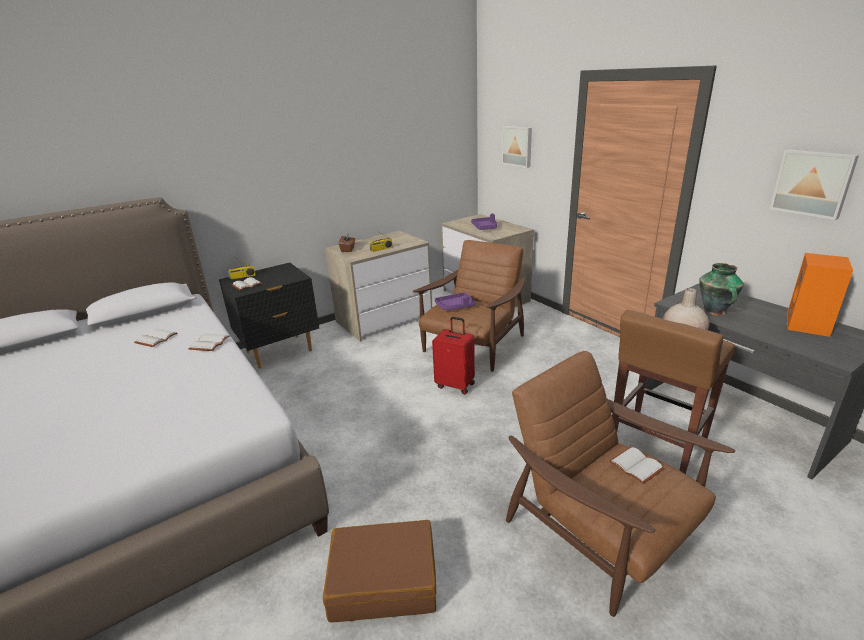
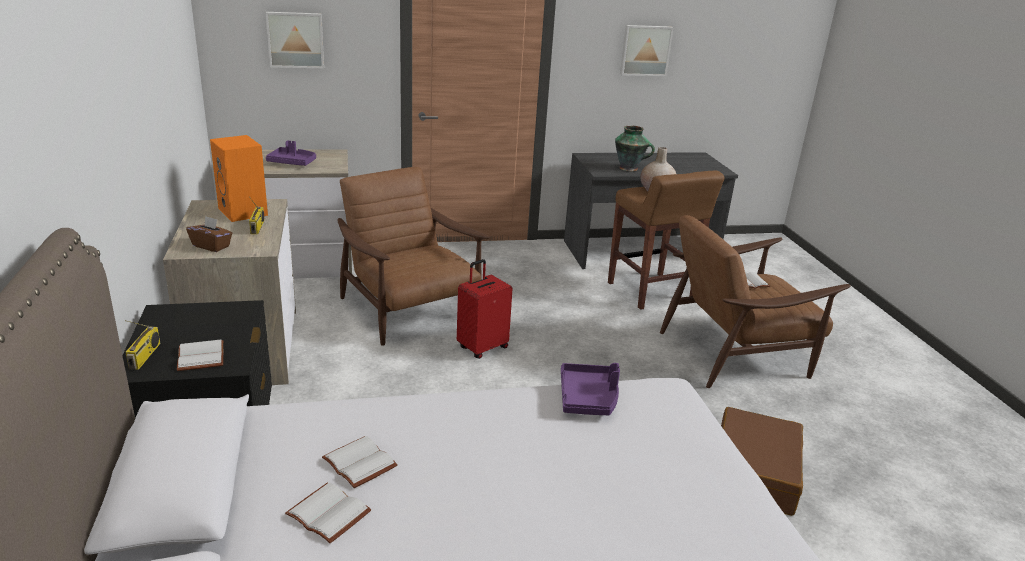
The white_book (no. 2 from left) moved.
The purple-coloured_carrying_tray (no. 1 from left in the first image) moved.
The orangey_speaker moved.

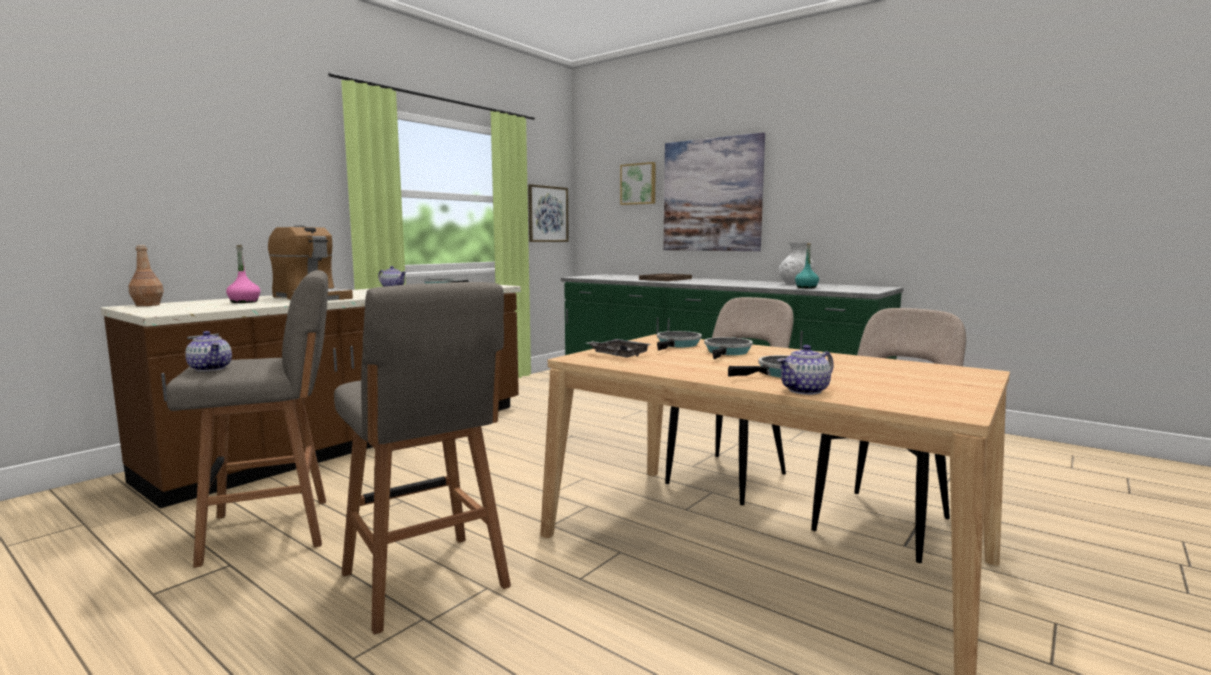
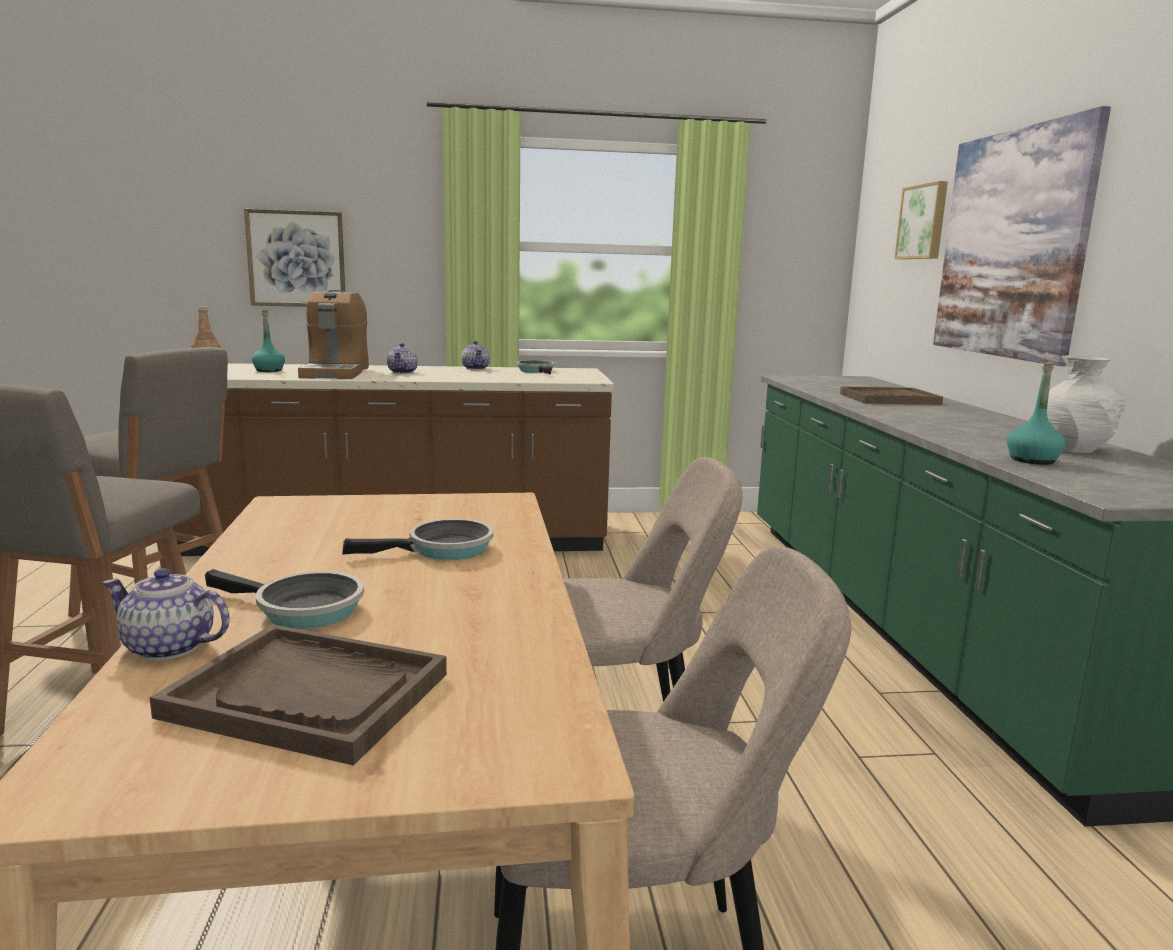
The pot_for_tea (no. 1 from left in the first image) moved.
The pink_beverage_bottle became the turquoise_beverage_bottle (no. 1 from left).
The wall_picture (no. 1 from left) moved.
The grey_carrying_tray disappeared.
The frying_pan (no. 2 from left) disappeared.
The brown-coloured_carrying_tray (no. 1 from left) appeared.

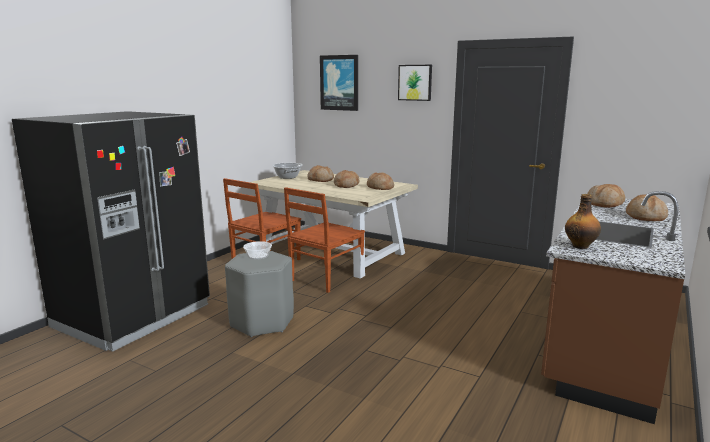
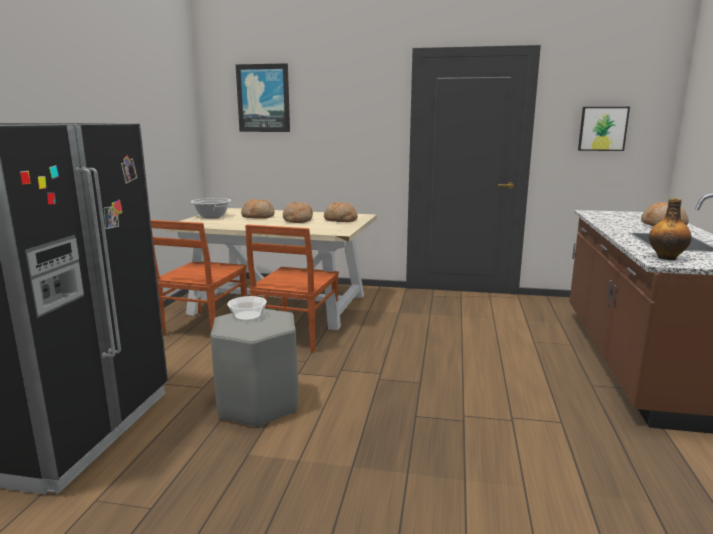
The wall_picture (no. 2 from left) moved.
The bakery_bread (no. 4 from left) disappeared.

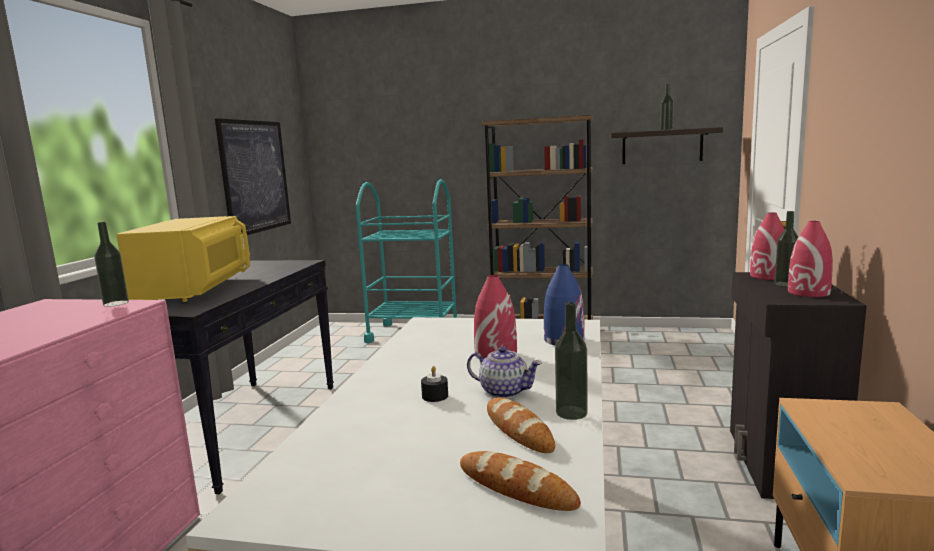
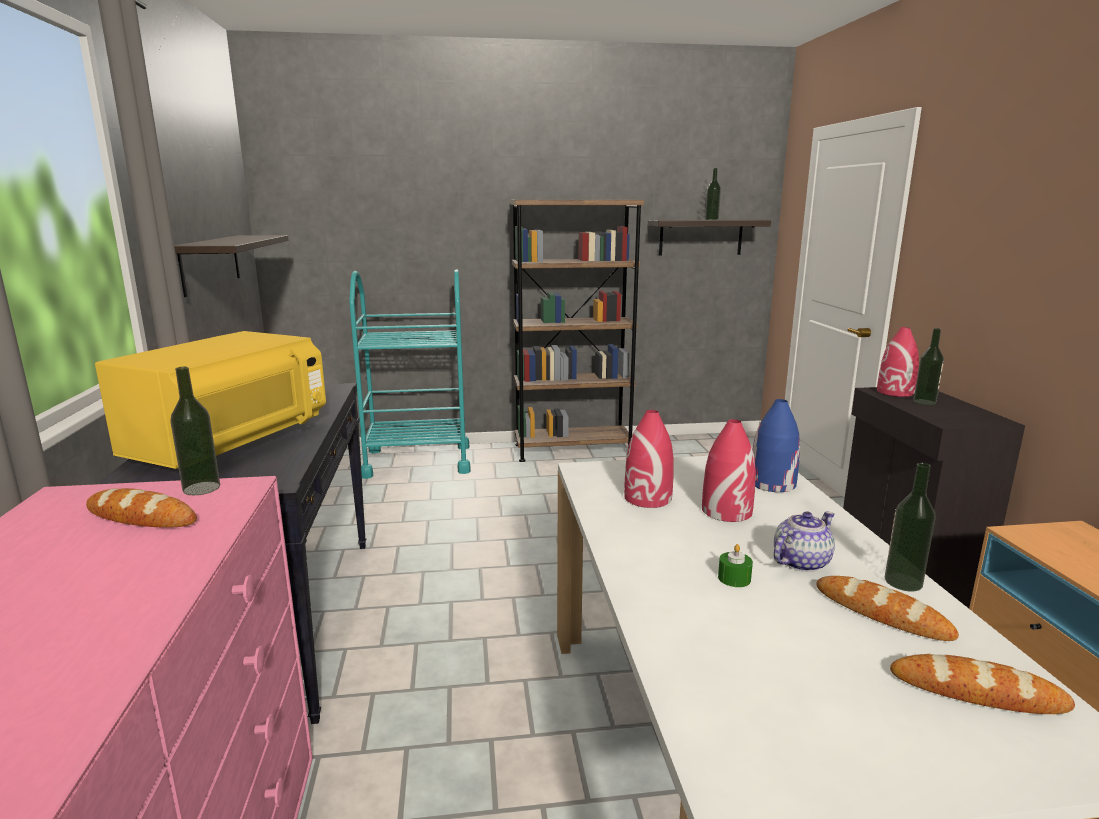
The yellow_microwave_oven turned 45 degrees clockwise.
The wall_picture was replaced by the wall_shelf (no. 1 from left).
The blackish_wax_candle became the greenish_wax_candle.
The pot_for_tea turned 45 degrees counterclockwise.
The reddish_vase (no. 3 from left in the first image) moved.
The bakery_bread (no. 1 from left) appeared.

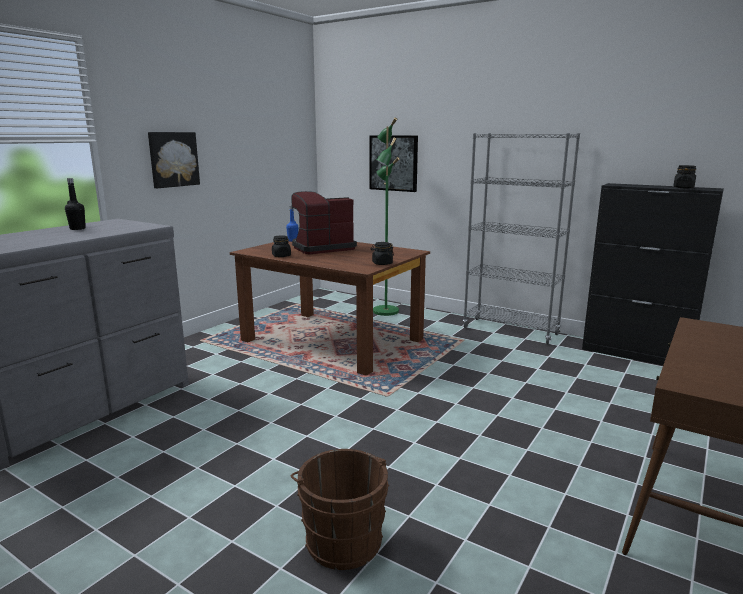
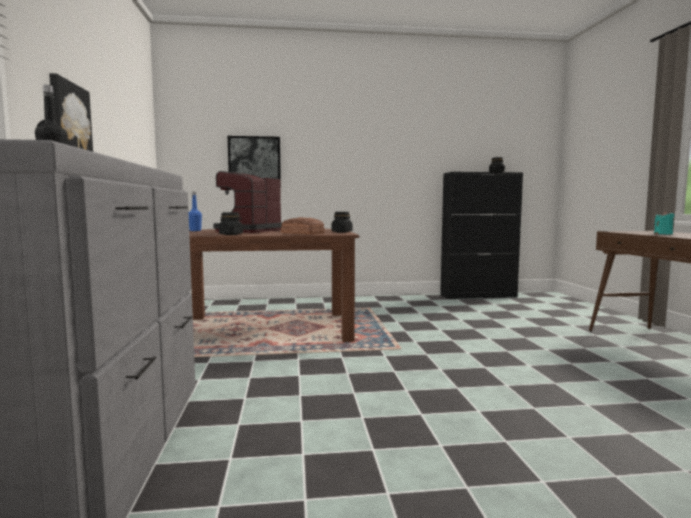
The brown-coloured_pail disappeared.
The greenish_standard_lamp disappeared.
The grey_shelving_unit disappeared.
The bakery_bread appeared.
The turquoise_wax_candle appeared.

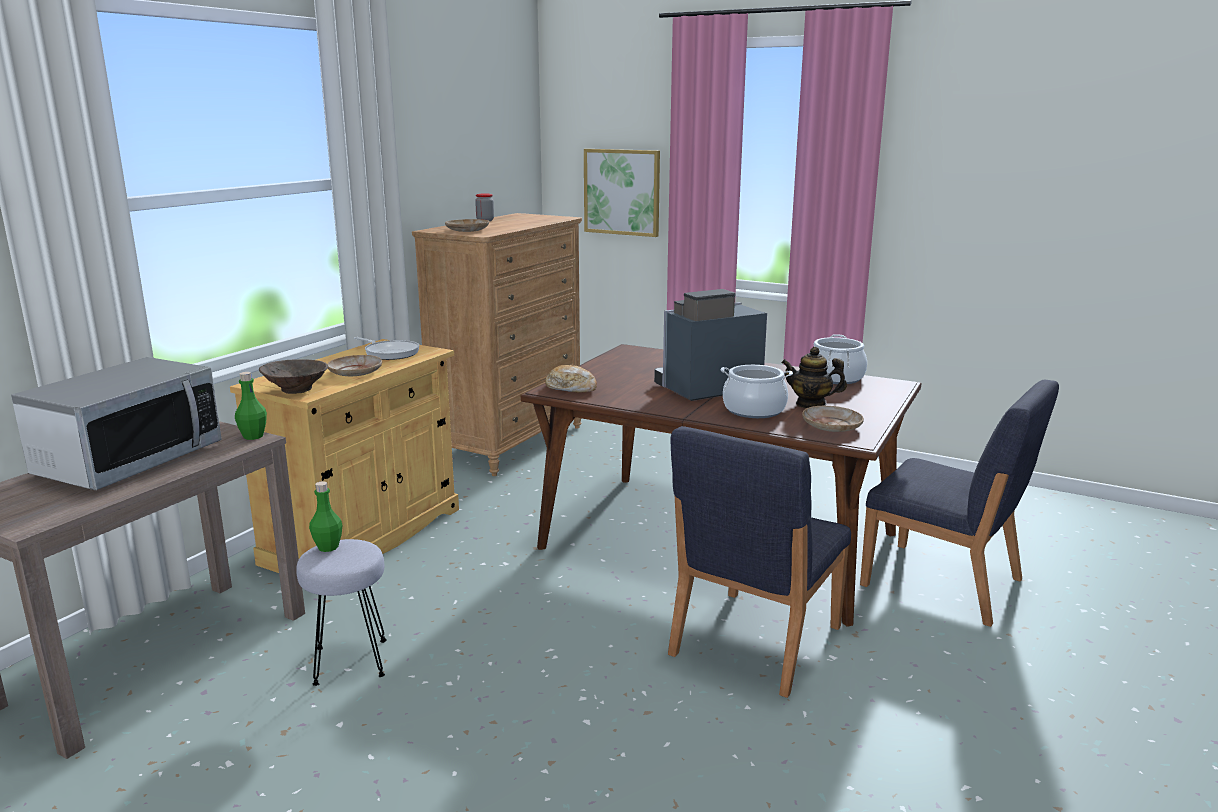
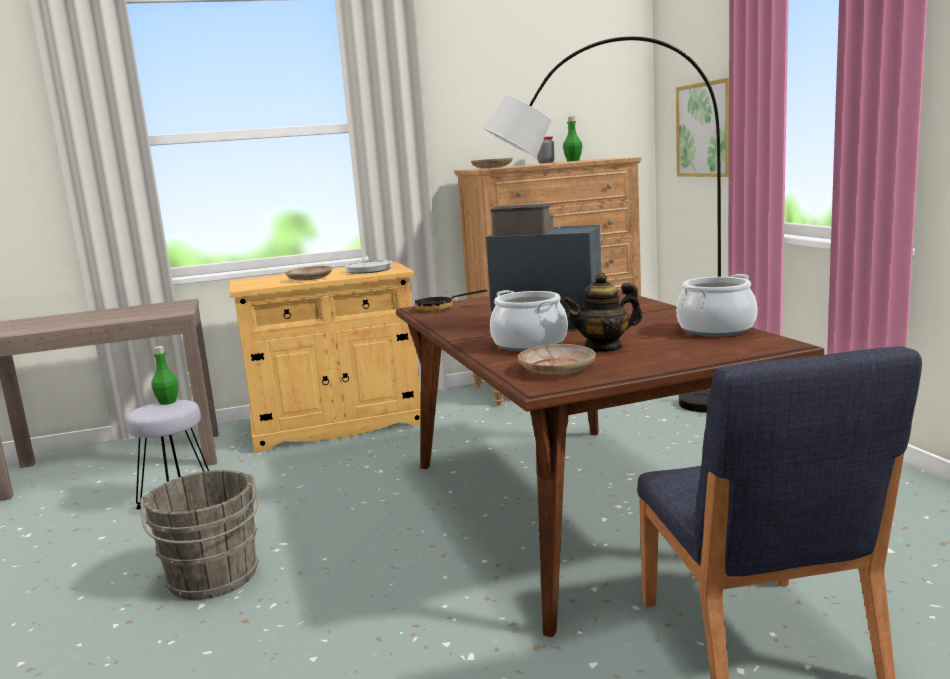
The microwave_oven disappeared.
The greenish_beverage_bottle (no. 1 from left in the first image) moved.
The brown-coloured_serving_bowl disappeared.
The bakery_bread was replaced by the frying_pan (no. 2 from left).
The blue-coloured_plain_chair (no. 1 from left) disappeared.
The pot_for_tea turned 75 degrees counterclockwise.
The grey_pail appeared.
The grey_standard_lamp appeared.

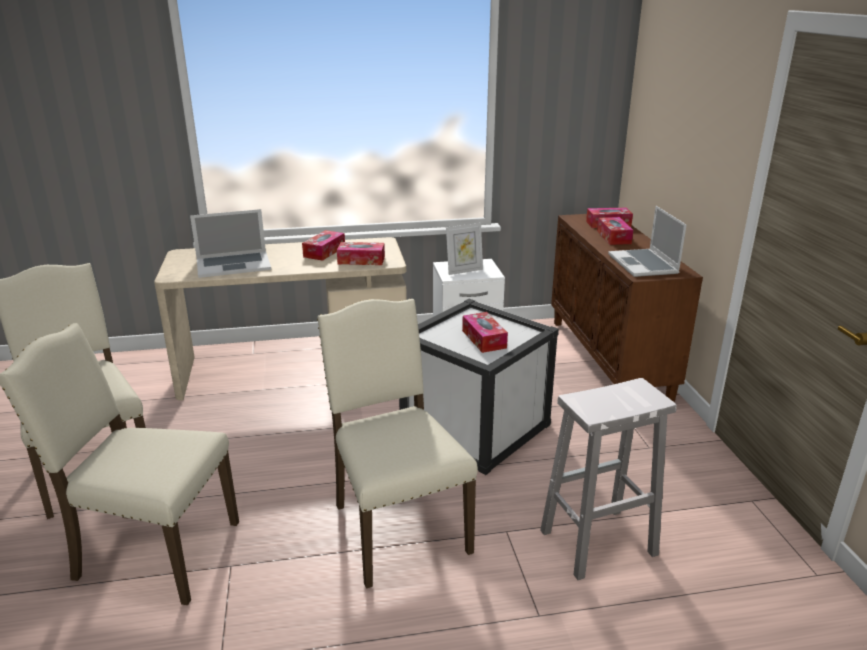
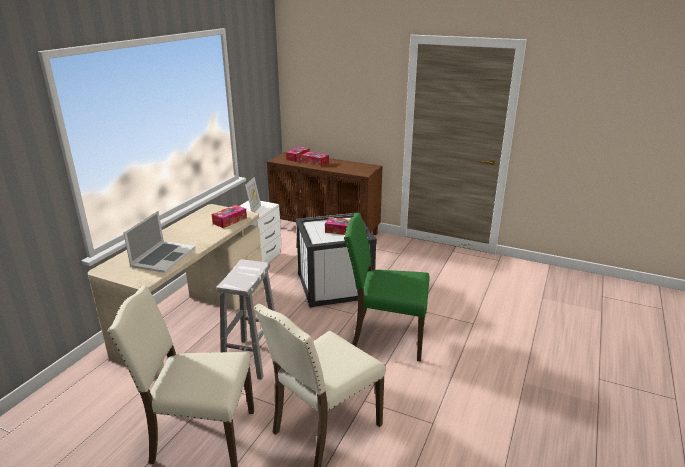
The tissue_holder (no. 1 from left) disappeared.
The beige-coloured_plain_chair (no. 3 from left) became the greenish_plain_chair.
The white_stool moved.
The notebook_computer (no. 2 from left) disappeared.

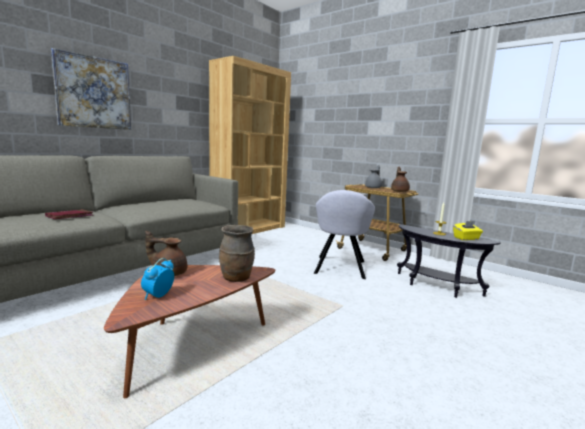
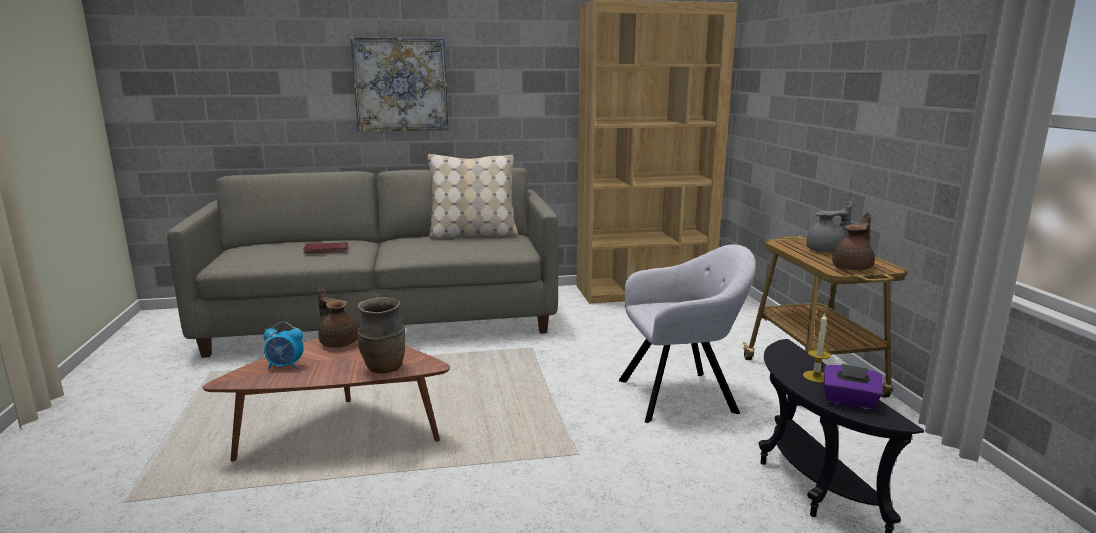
The alarm_clock turned 150 degrees counterclockwise.
The grey_lounge_chair turned 150 degrees counterclockwise.
The yellow_tissue_holder became the purple-coloured_tissue_holder.
The beige-coloured_cushion appeared.

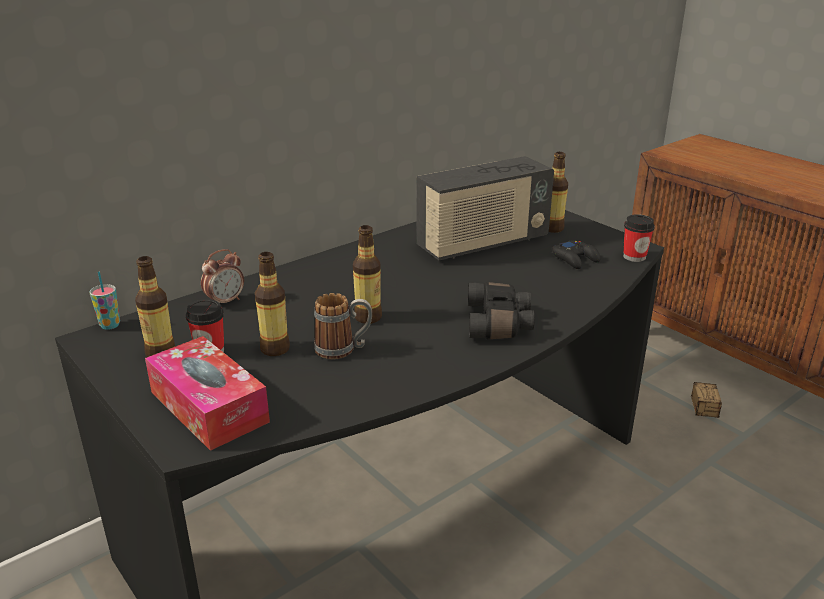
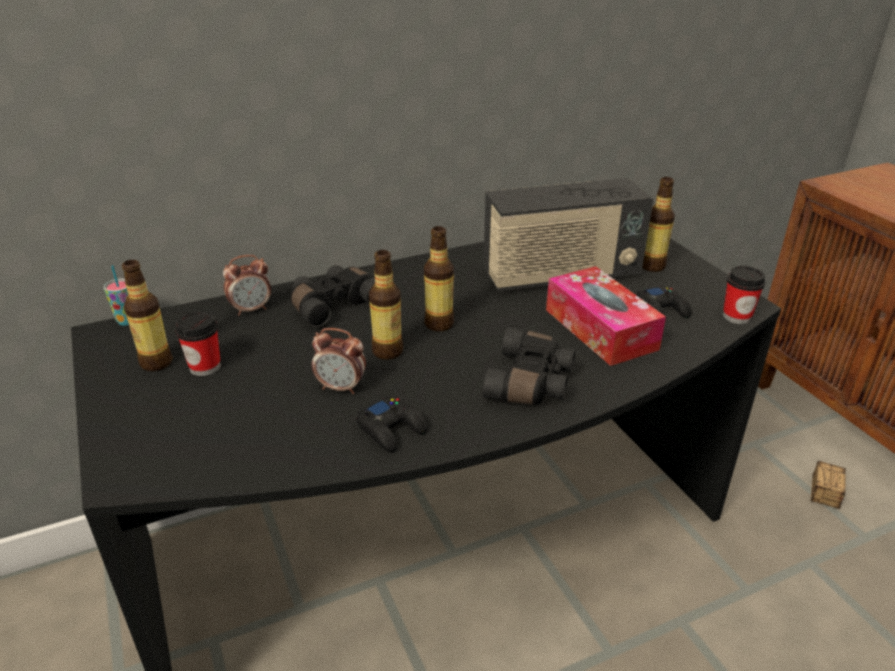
The tissue_holder moved.
The beverage_bottle (no. 2 from left in the first image) moved.
The tea_mug was replaced by the alarm_clock (no. 2 from left).
The blackish_pair_of_binoculars (no. 1 from left) appeared.
The blackish_joypad (no. 1 from left) appeared.

